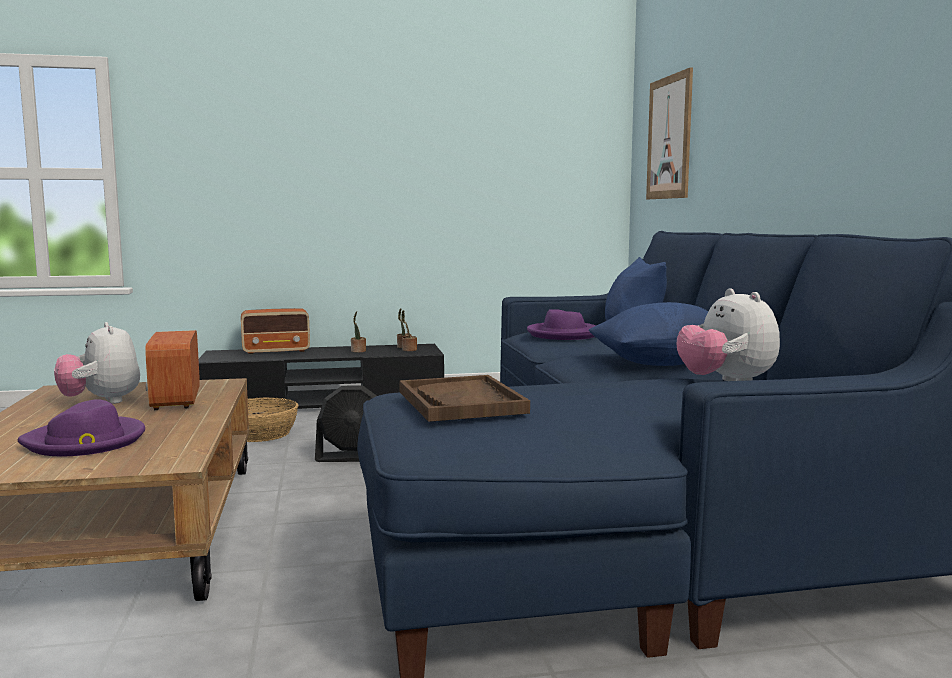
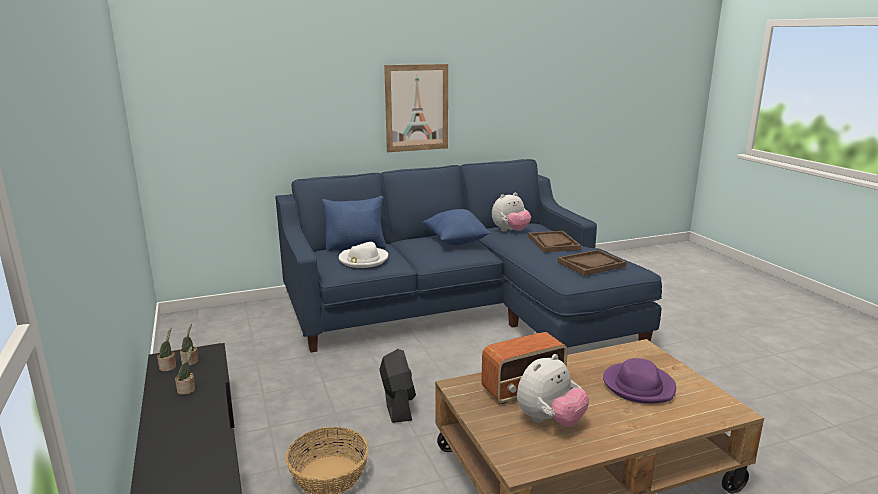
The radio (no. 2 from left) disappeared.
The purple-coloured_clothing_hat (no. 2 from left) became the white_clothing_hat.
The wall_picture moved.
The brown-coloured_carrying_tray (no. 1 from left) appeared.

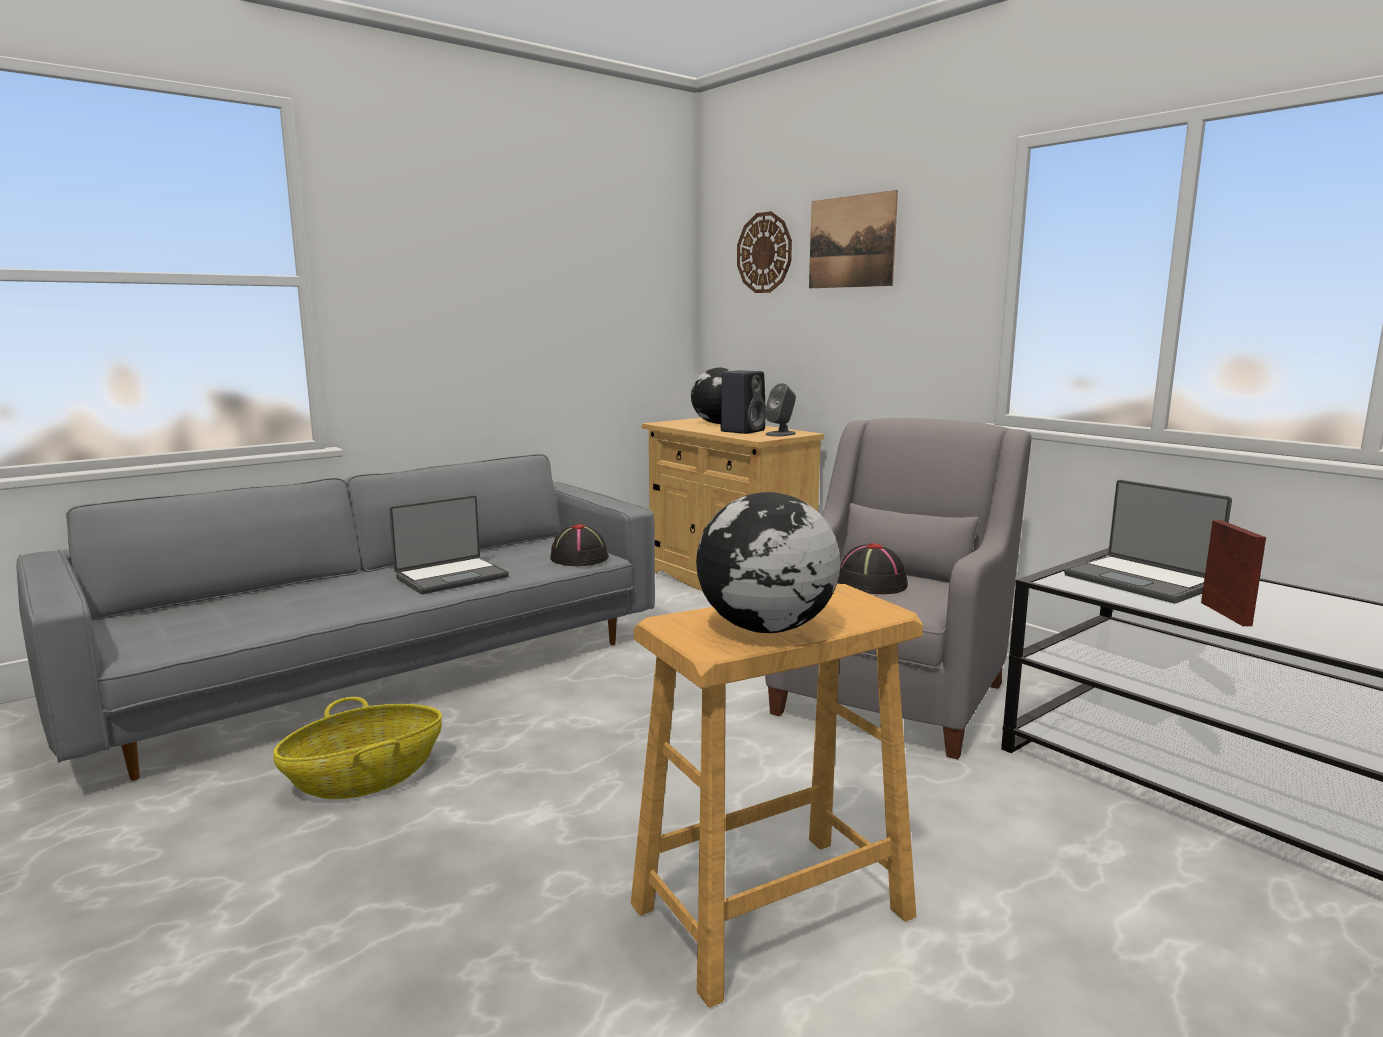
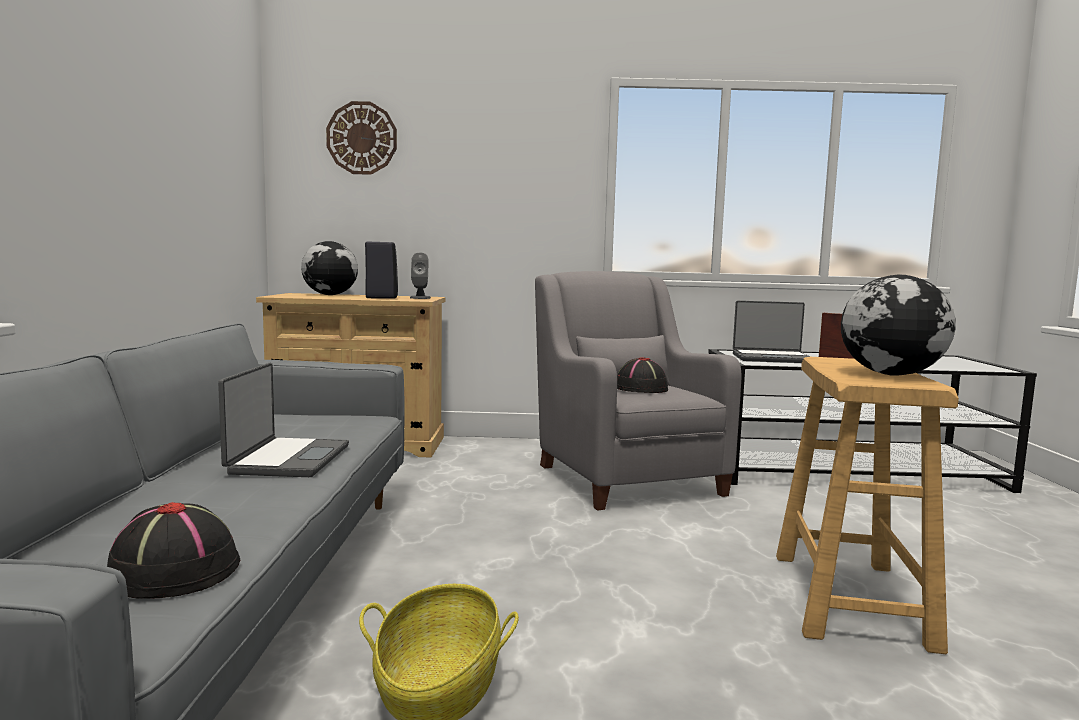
The blackish_clothing_hat (no. 1 from left) moved.
The wall_picture disappeared.

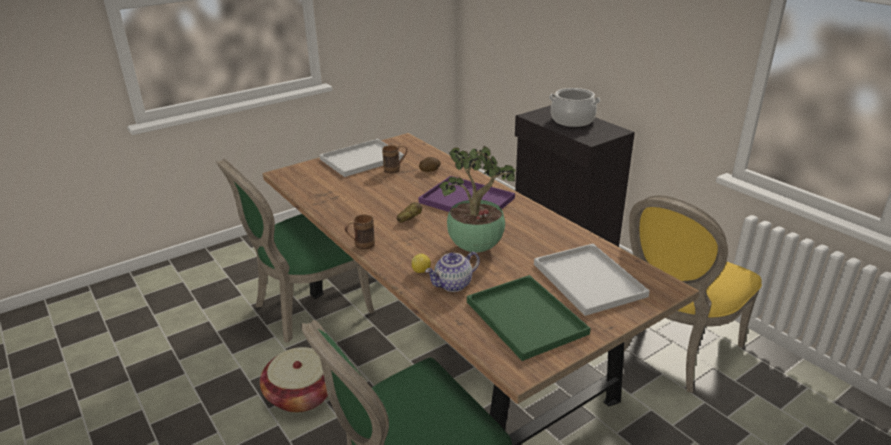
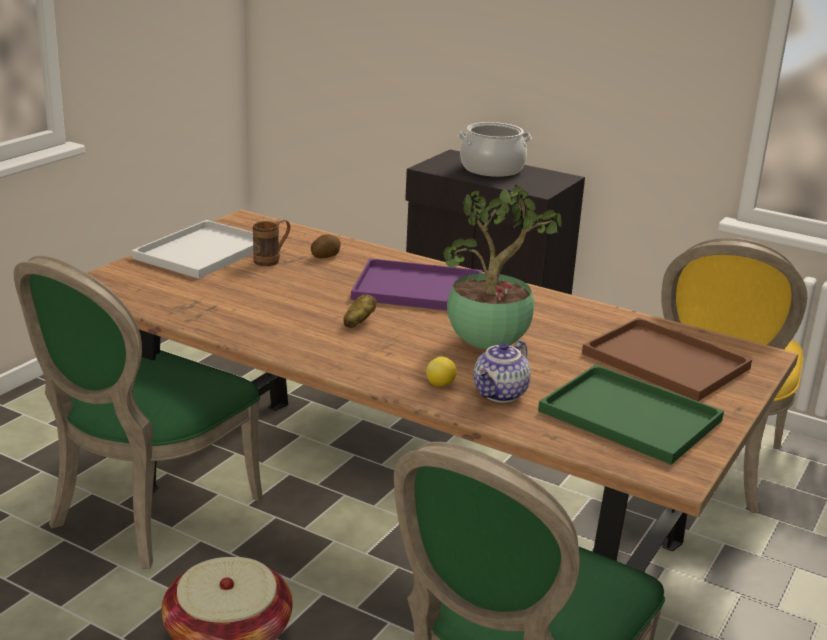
The brown-coloured_tea_mug (no. 1 from left) disappeared.
The white_carrying_tray (no. 2 from left) became the brown-coloured_carrying_tray.

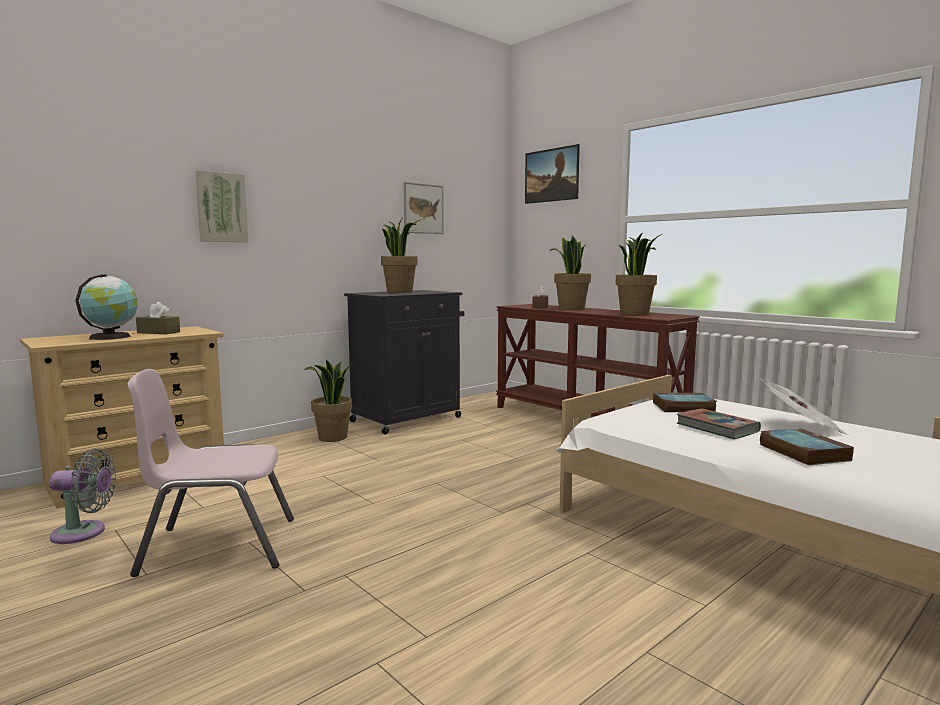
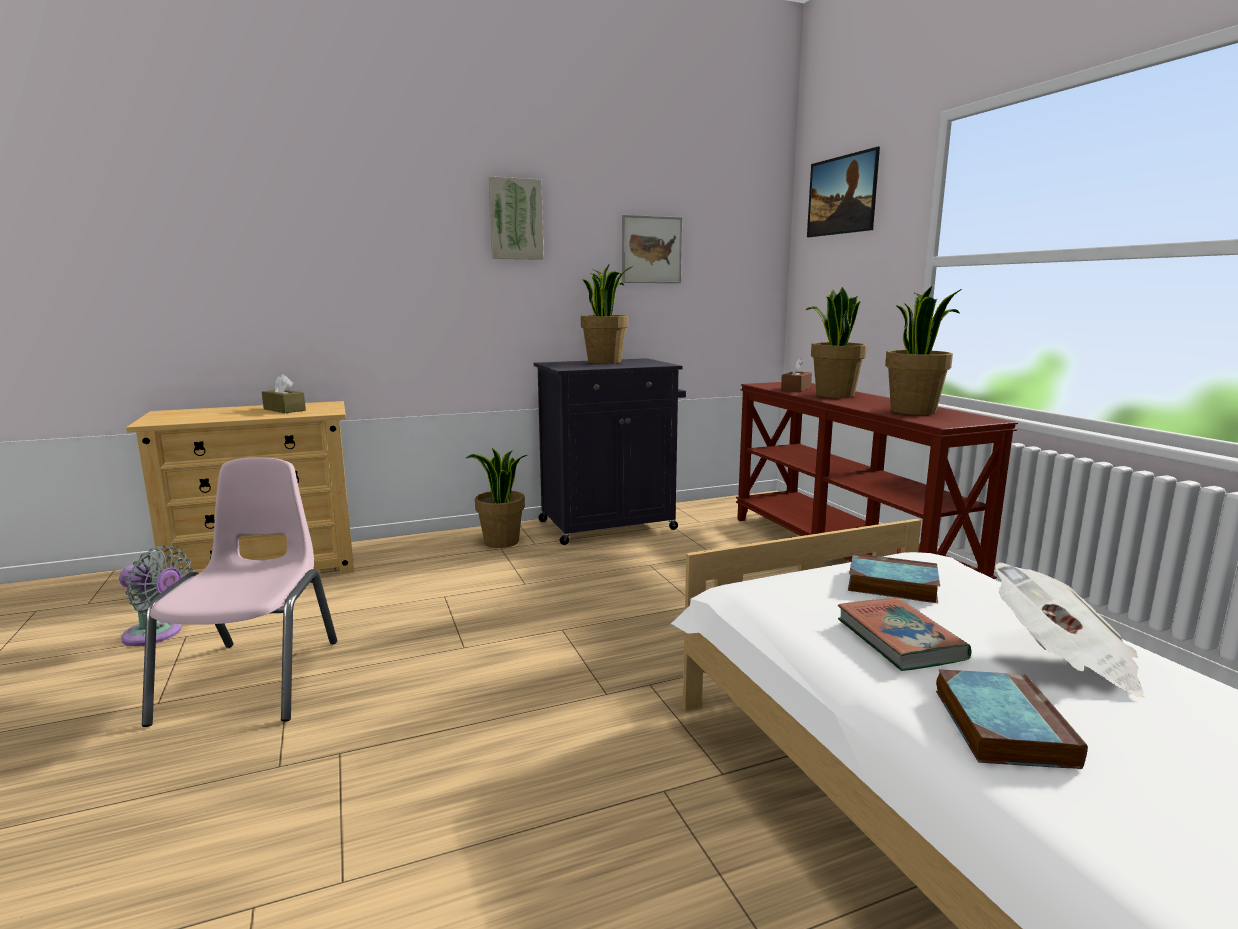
The globe disappeared.
The pink_plain_chair turned 75 degrees clockwise.
The wall_picture (no. 1 from left) moved.

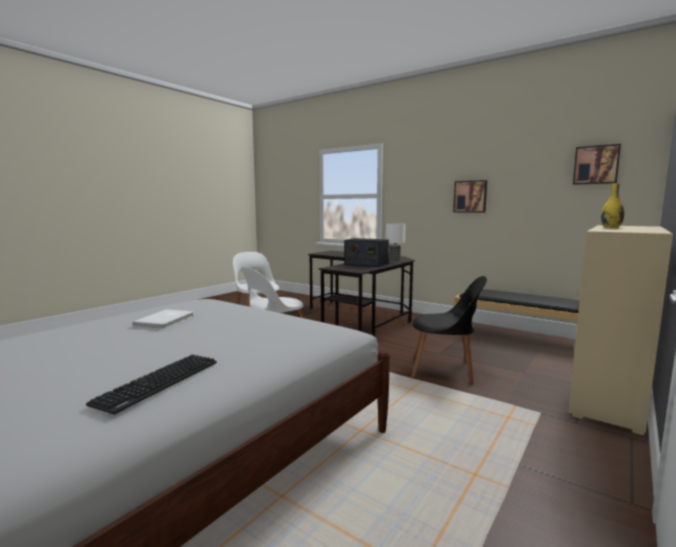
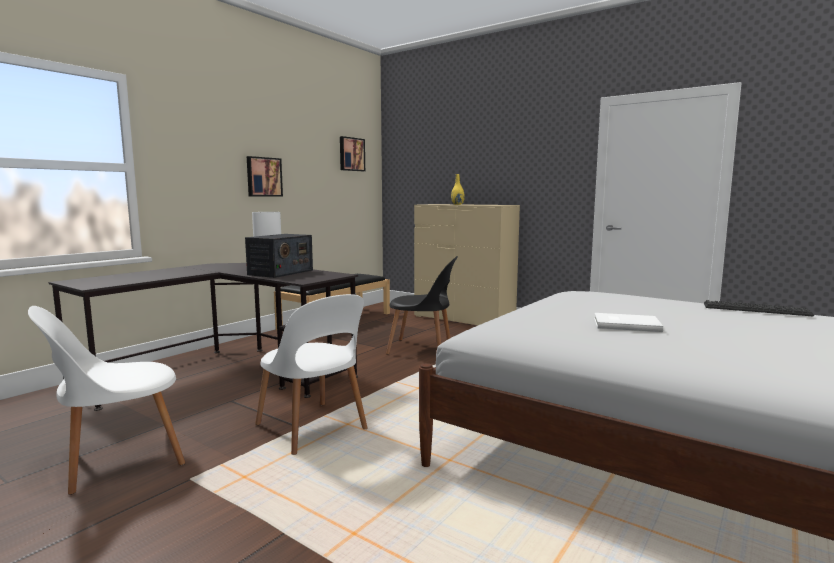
The blackish_plain_chair turned 90 degrees clockwise.

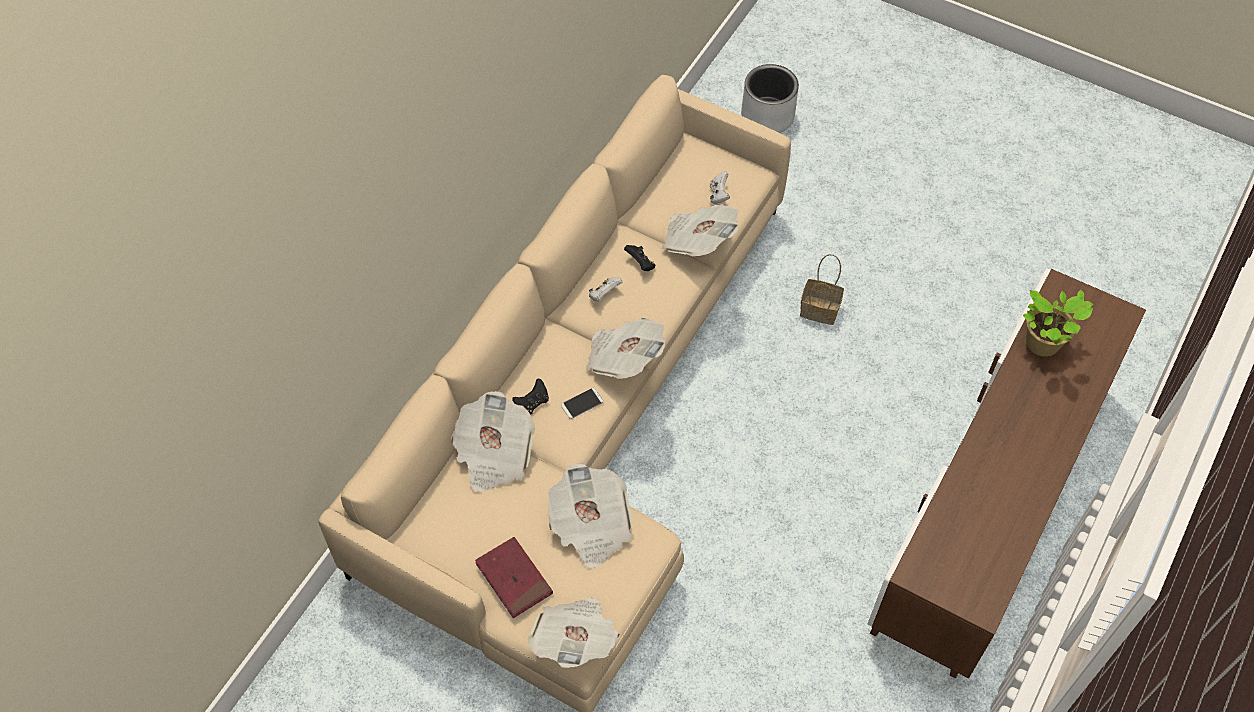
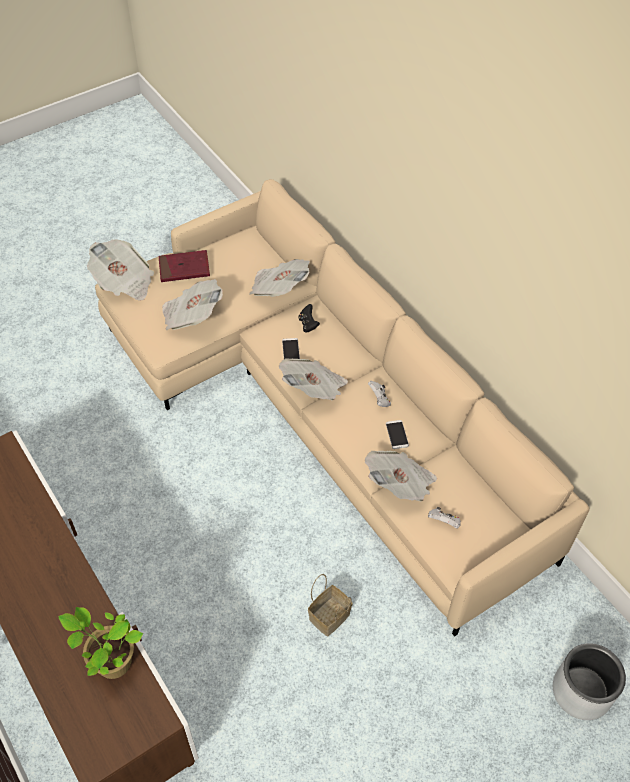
The blackish_joypad (no. 2 from left) was replaced by the handset (no. 2 from left).

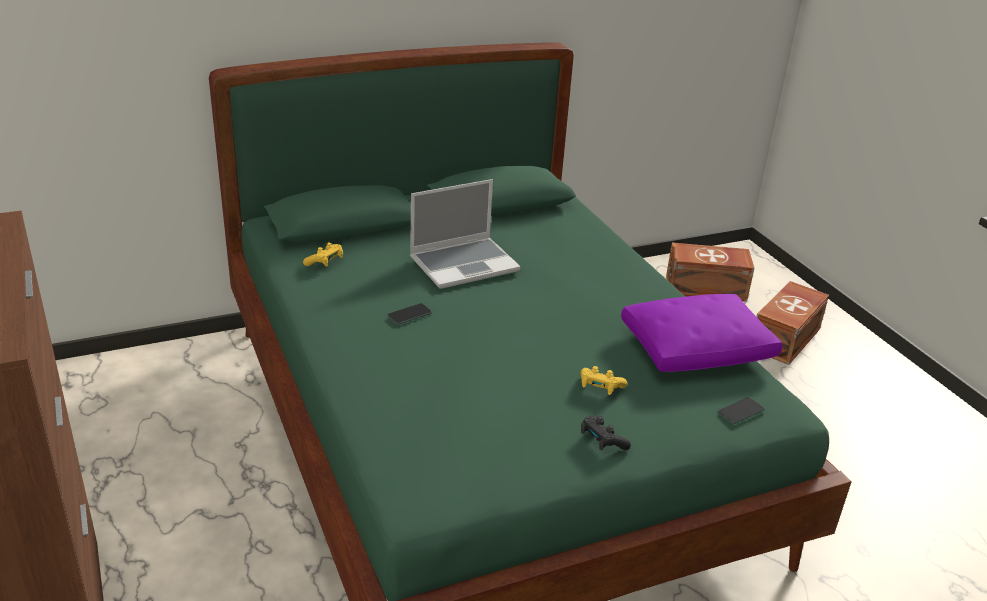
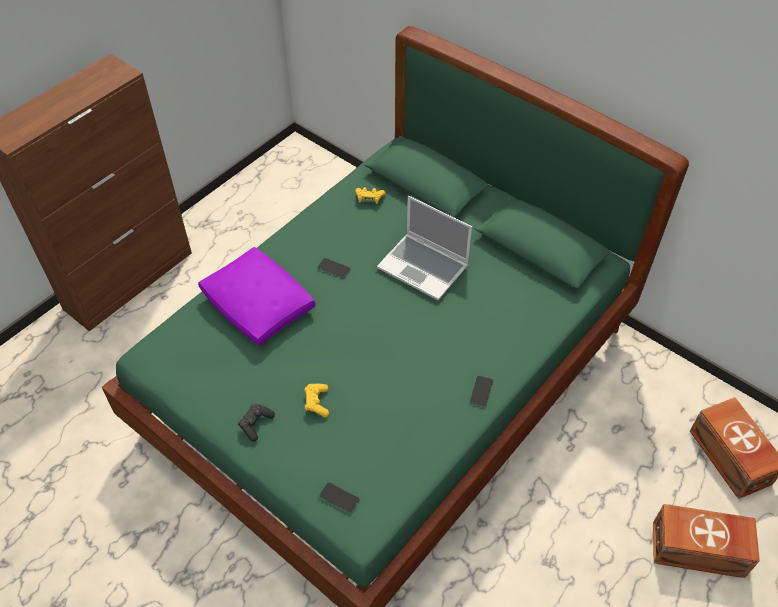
The purple-coloured_cushion moved.
The handset (no. 3 from left) appeared.

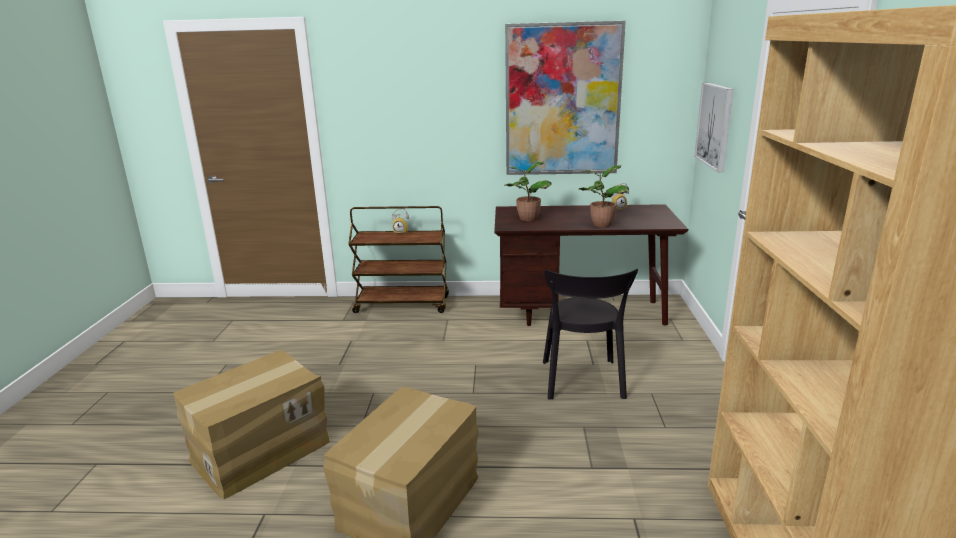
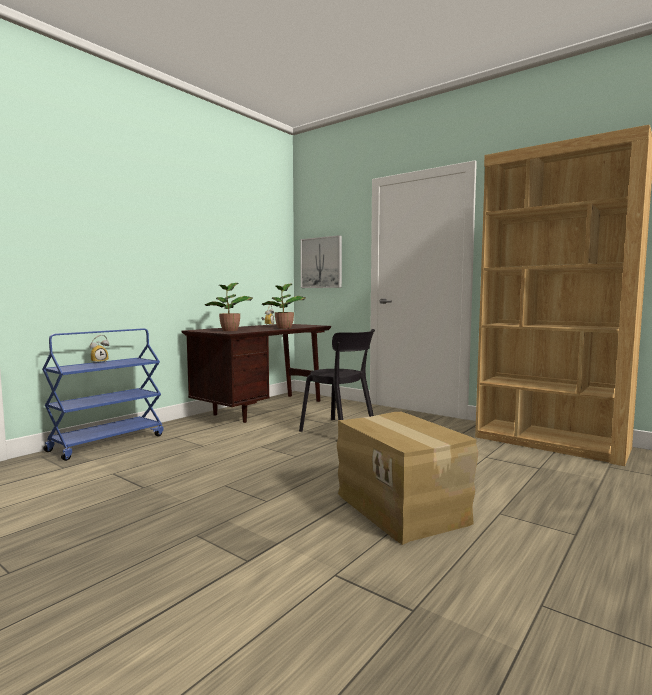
The carton (no. 1 from left) disappeared.
The brown-coloured_trolley became the blue-coloured_trolley.
The wall_picture (no. 1 from left) disappeared.

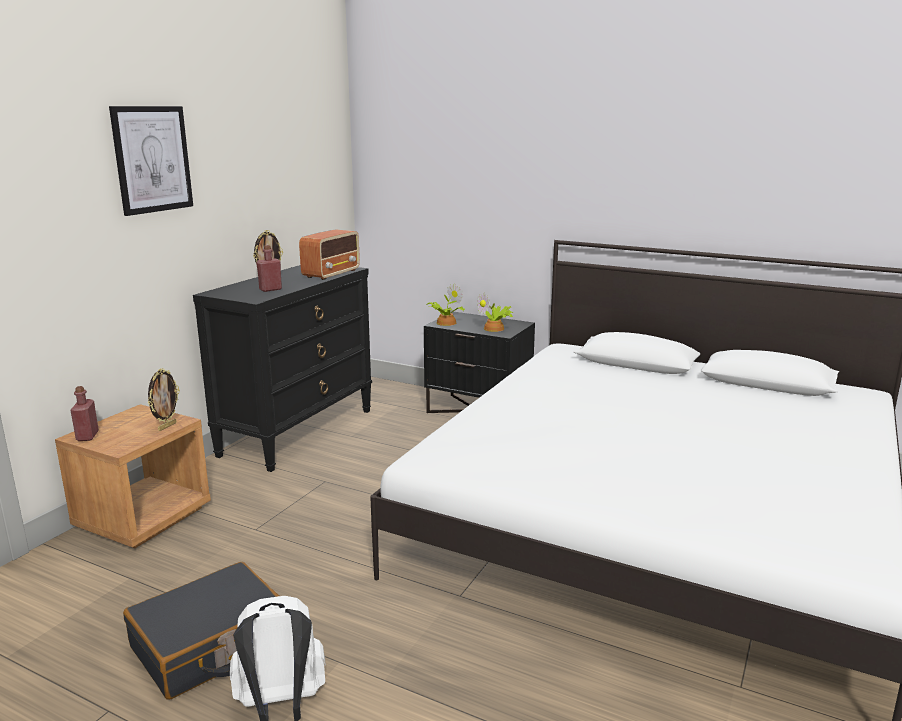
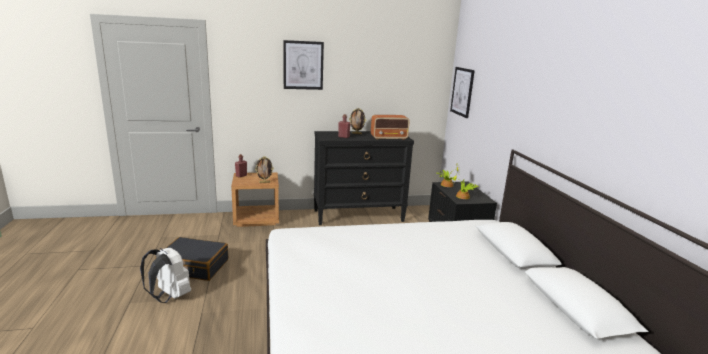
The wall_picture (no. 2 from left) appeared.

